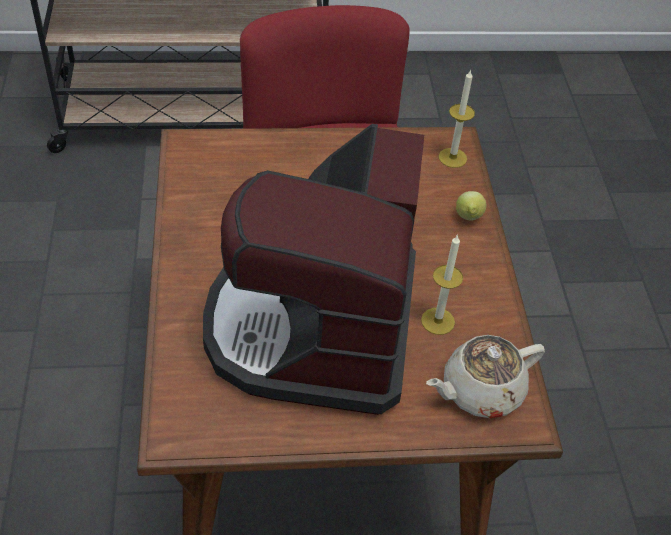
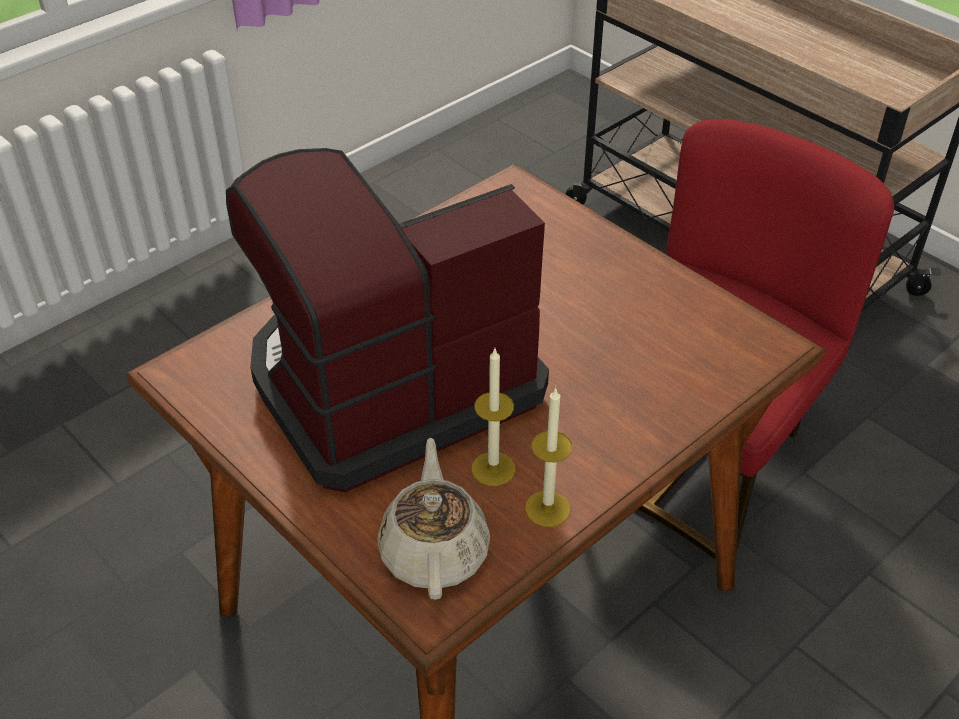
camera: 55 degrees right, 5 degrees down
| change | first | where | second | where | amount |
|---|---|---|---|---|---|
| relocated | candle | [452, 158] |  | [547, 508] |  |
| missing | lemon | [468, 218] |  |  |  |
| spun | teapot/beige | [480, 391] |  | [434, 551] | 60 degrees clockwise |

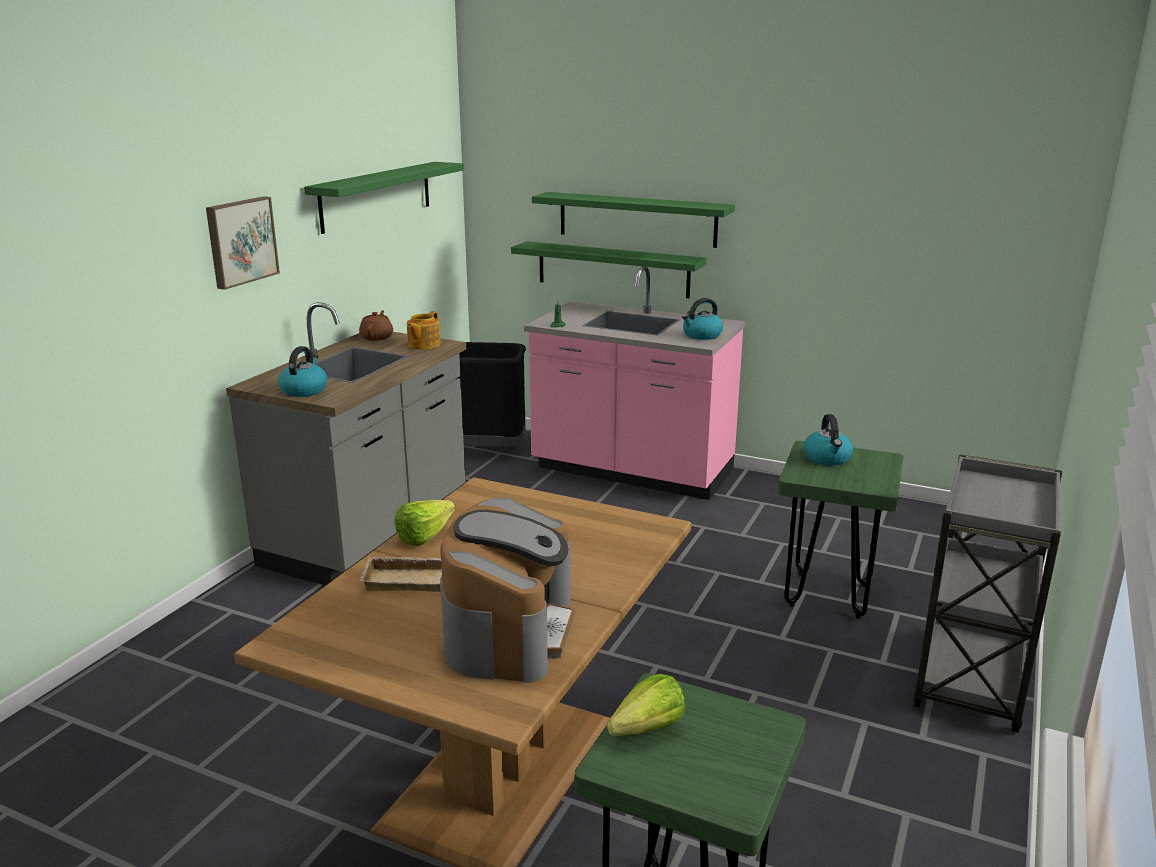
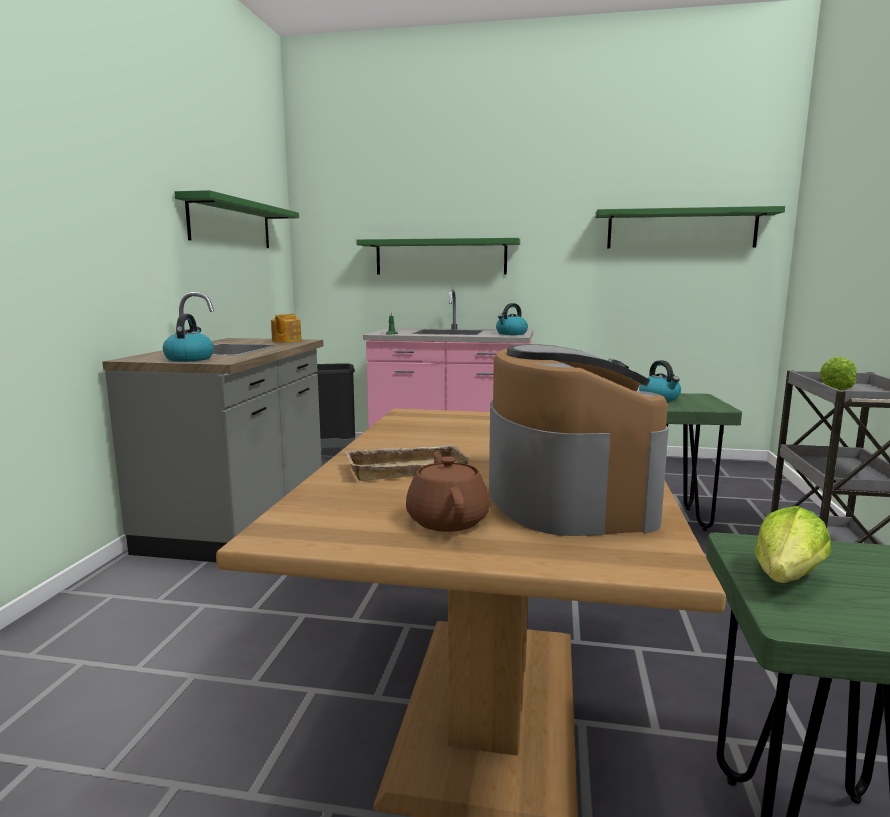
camera: 15 degrees left, 10 degrees down
| change | first | where | second | where | amount |
|---|---|---|---|---|---|
| missing | picture | [240, 241] |  |  |  |
| relocated | shelf/green | [612, 269] |  | [681, 229] |  |
| relocated | teapot/brown | [377, 337] |  | [447, 520] |  |
| relocated | lettuce | [430, 536] |  | [835, 387] |  |

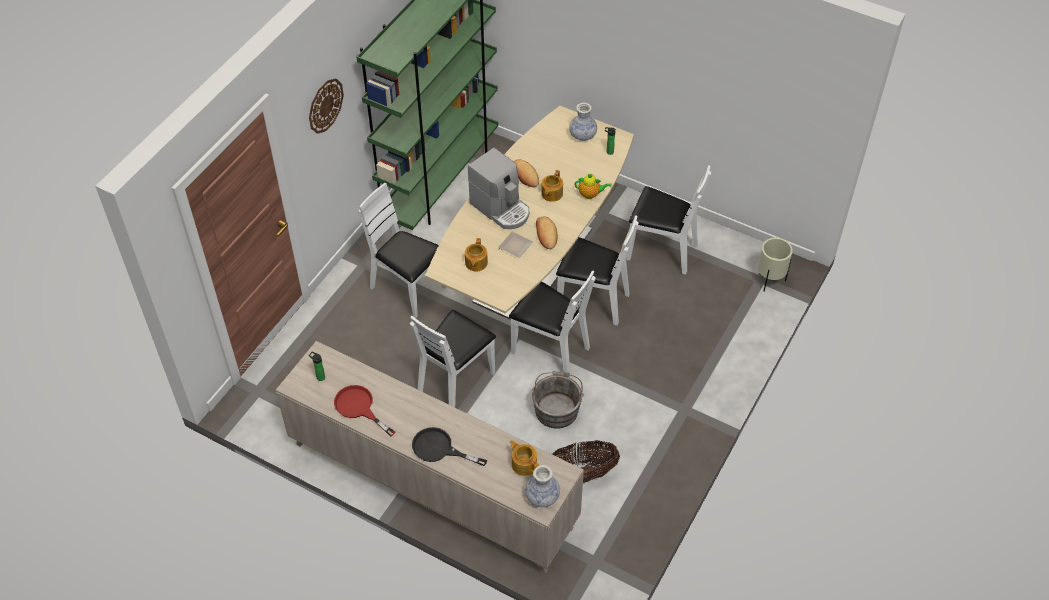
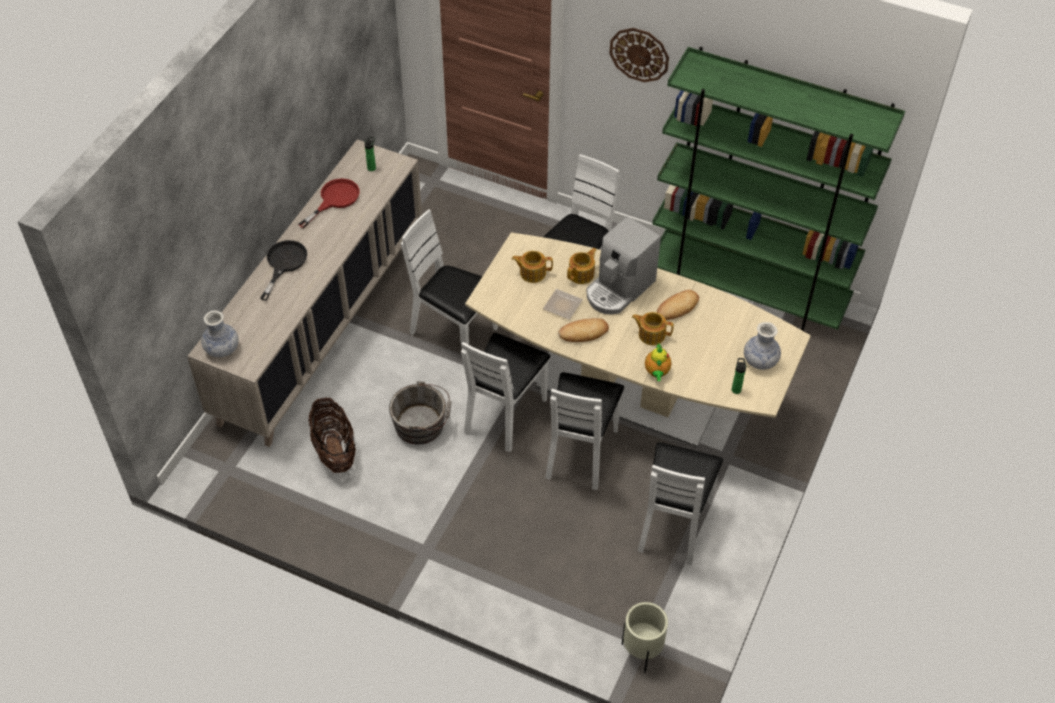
camera: 85 degrees right, 0 degrees up
| change | first | where | second | where | amount |
|---|---|---|---|---|---|
| relocated | teapot | [524, 464] |  | [582, 274] |  |

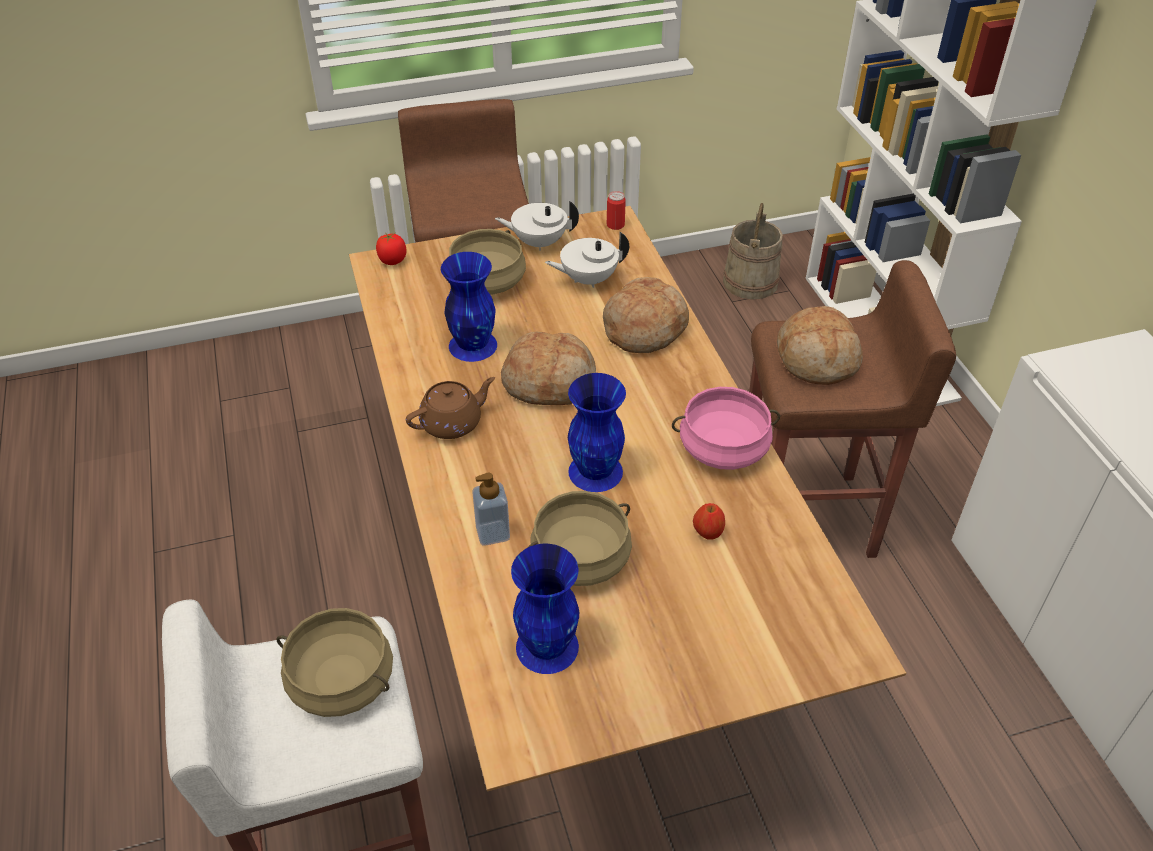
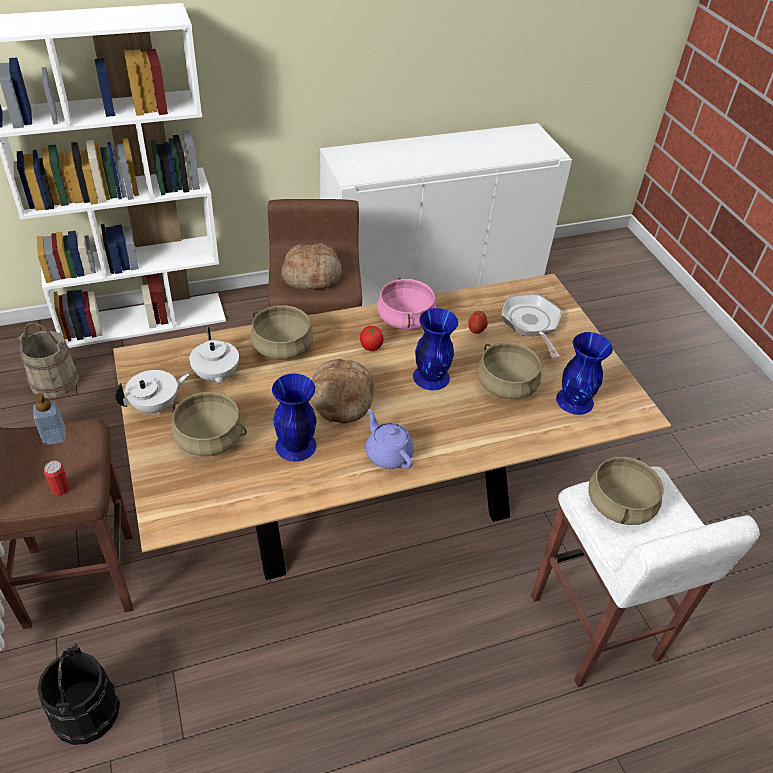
camera: 95 degrees left, 0 degrees up
| change | first | where | second | where | amount |
|---|---|---|---|---|---|
| relocated | can | [615, 225] |  | [60, 488] |  |
| spun | teapot/white | [539, 242] |  | [156, 406] | 120 degrees counterclockwise |
| relocated | tomato | [393, 261] |  | [370, 347] |  |
| exchanged | bread | [644, 328] | cooking pot/beige | [282, 347] |  |
| colour | teapot/brown | [452, 423] | teapot/purple | [388, 454] |  |
| relocated | soap dispenser | [493, 533] |  | [54, 436] |  |
| appeared |  |  | frying pan | [531, 324] |  |
| appeared |  |  | bucket/black | [85, 711] |  |

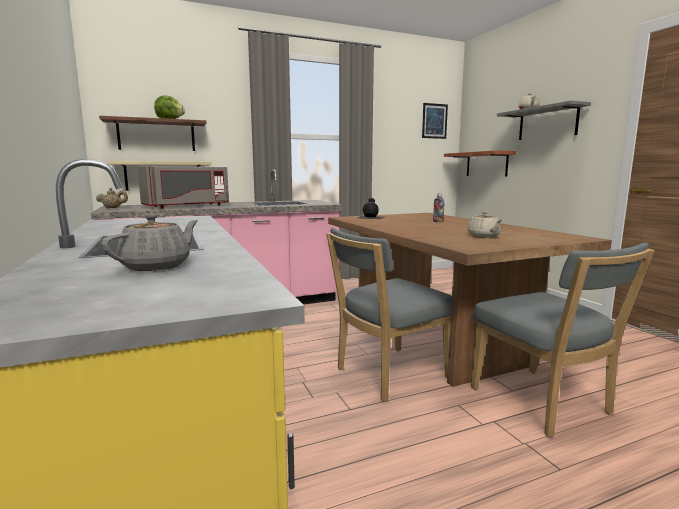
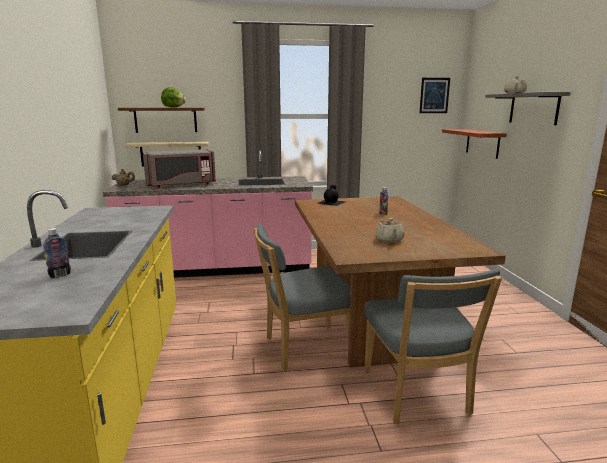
camera: 15 degrees right, 5 degrees up
| change | first | where | second | where | amount |
|---|---|---|---|---|---|
| exchanged | teapot/grey | [157, 266] | bottle | [60, 275] |  |

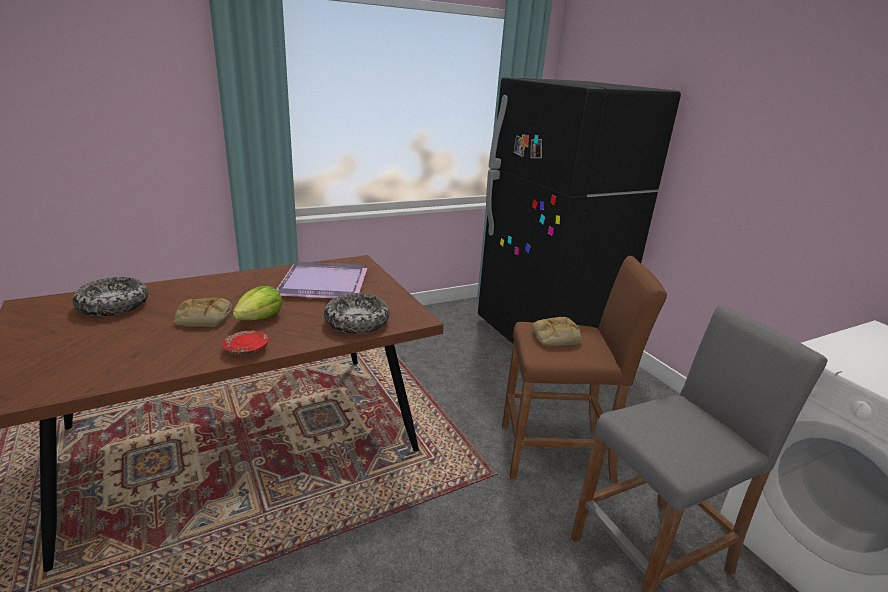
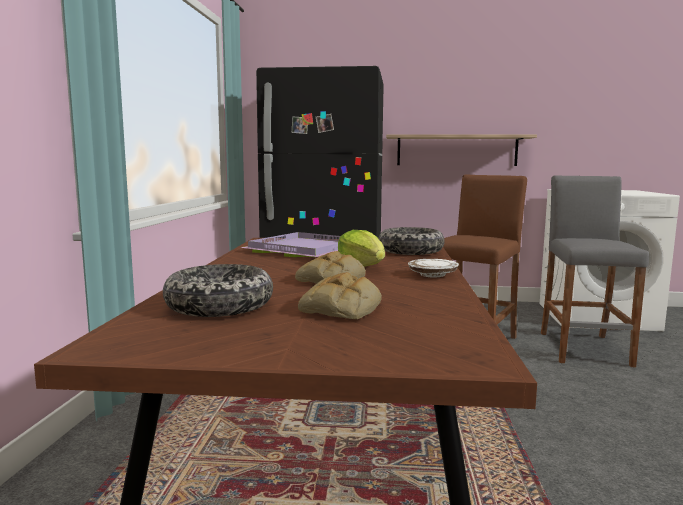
camera: 55 degrees left, 15 degrees down
| change | first | where | second | where | amount |
|---|---|---|---|---|---|
| relocated | bread | [555, 337] |  | [342, 309] |  |
| colour | plate/red | [246, 349] | plate/white | [432, 275] |  |
| appeared |  |  | shelf | [456, 150] |  |

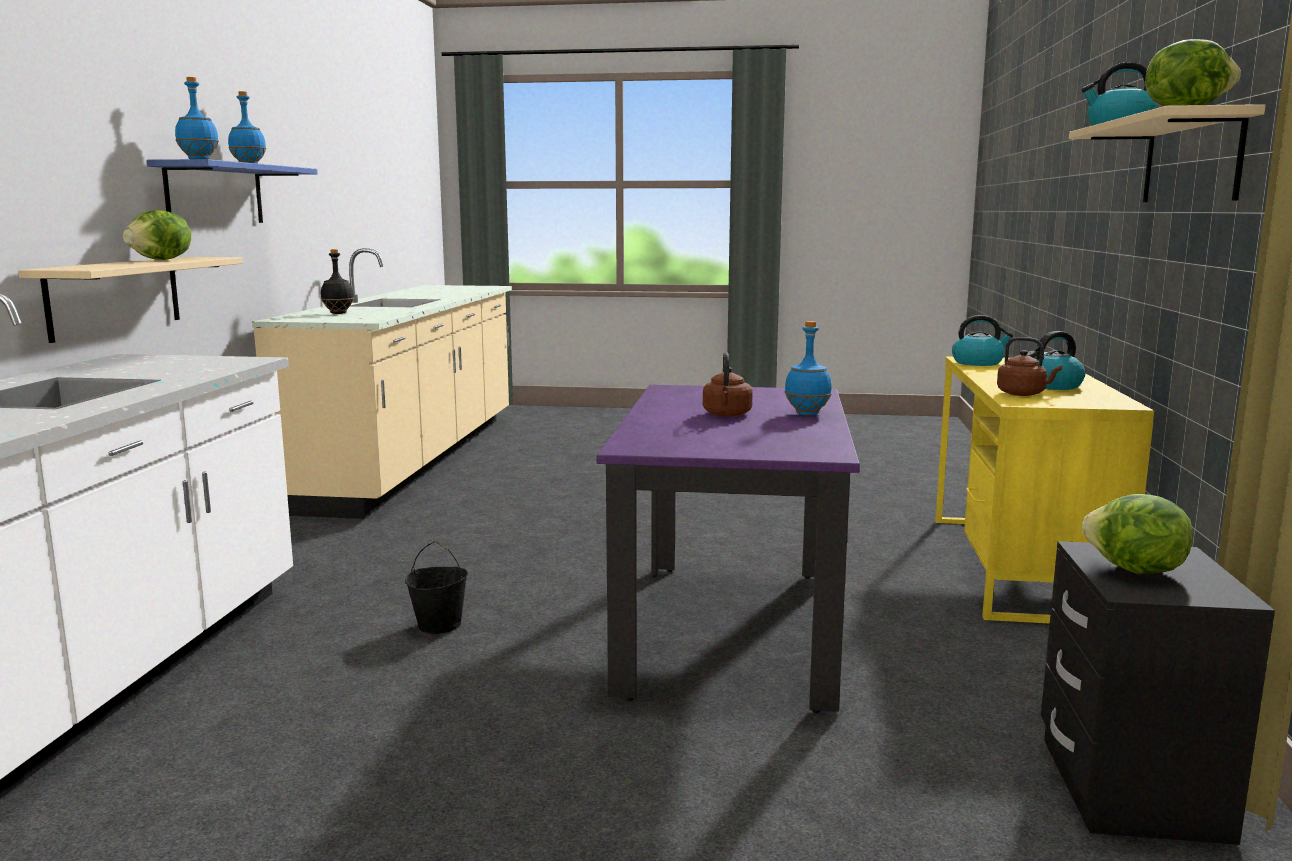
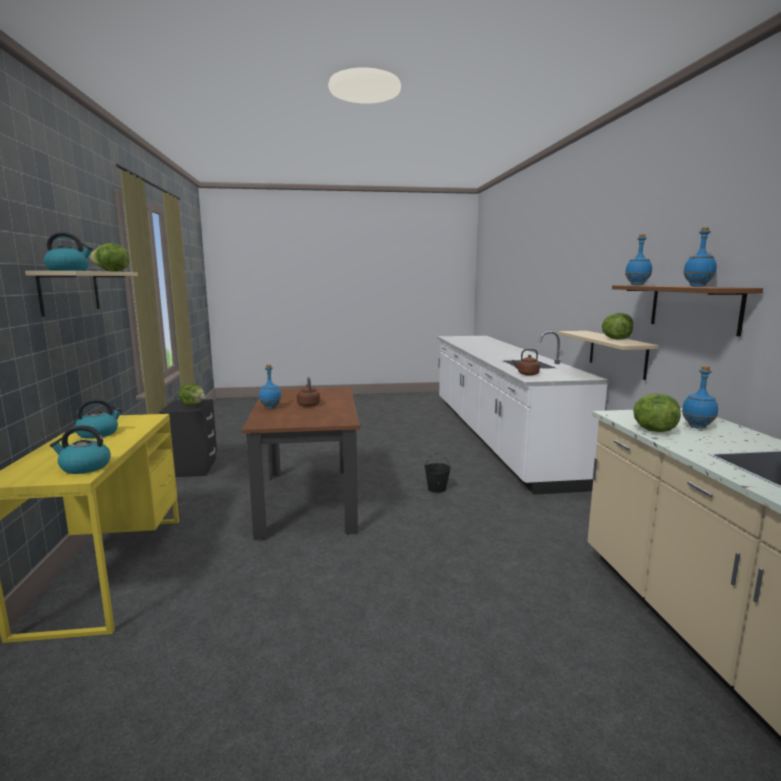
camera: 165 degrees right, 0 degrees up
| change | first | where | second | where | amount |
|---|---|---|---|---|---|
| colour | shelf/blue | [215, 194] | shelf/brown | [694, 308] |  |
| colour | bottle/black | [338, 313] | bottle/blue | [696, 427] |  |
| relocated | kettle/brown | [1023, 394] |  | [527, 374] |  |
| colour | dining table/purple | [731, 630] | dining table/brown | [308, 501] |  |
| appeared |  |  | lettuce | [652, 430] |  |

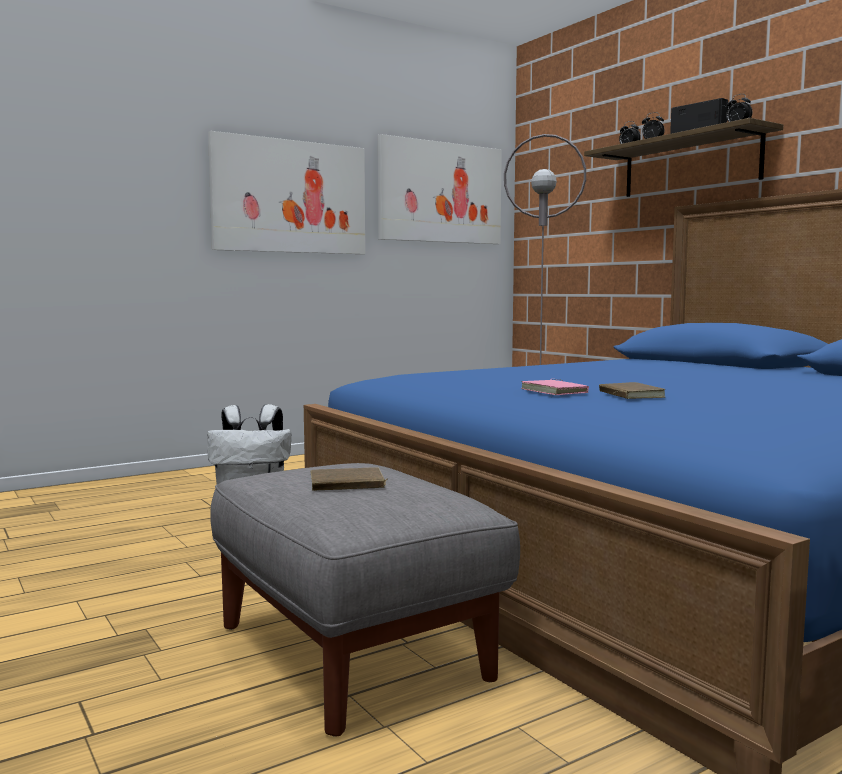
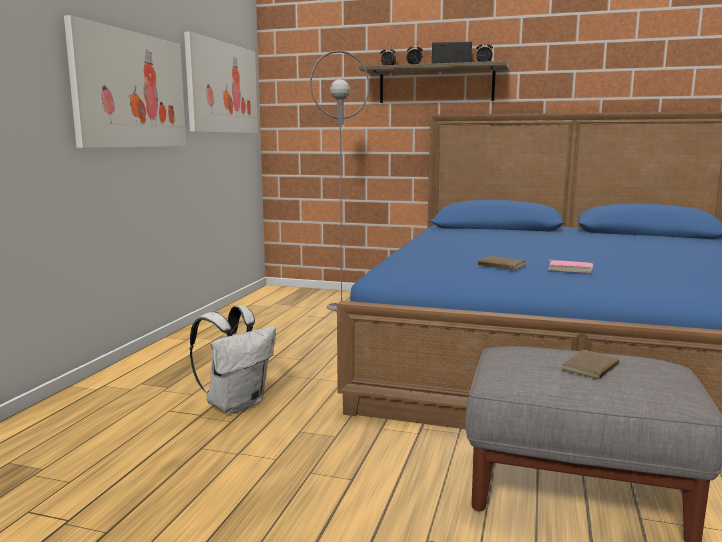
camera: 40 degrees left, 5 degrees up
| change | first | where | second | where | amount |
|---|---|---|---|---|---|
| relocated | book/brown | [628, 395] |  | [500, 266] |  |

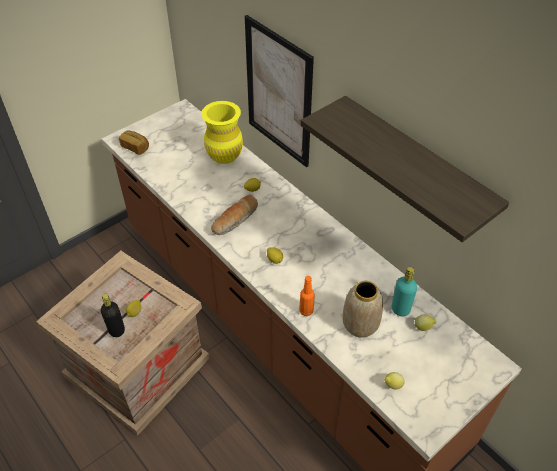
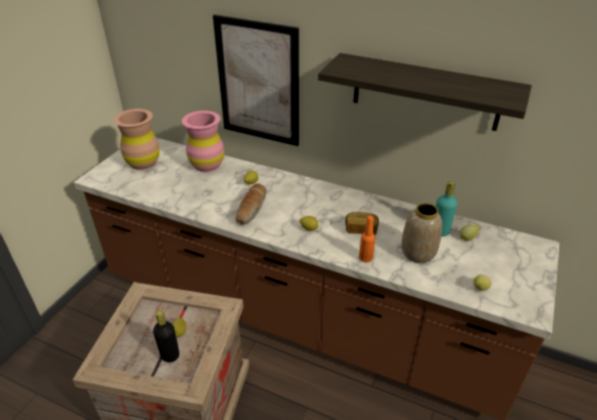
camera: 25 degrees left, 10 degrees down
| change | first | where | second | where | amount |
|---|---|---|---|---|---|
| colour | vase/yellow | [224, 154] | vase/pink | [207, 164] |  |
| relocated | bread | [135, 147] |  | [361, 229] |  |
| appeared |  |  | vase/brown | [143, 162] |  |

